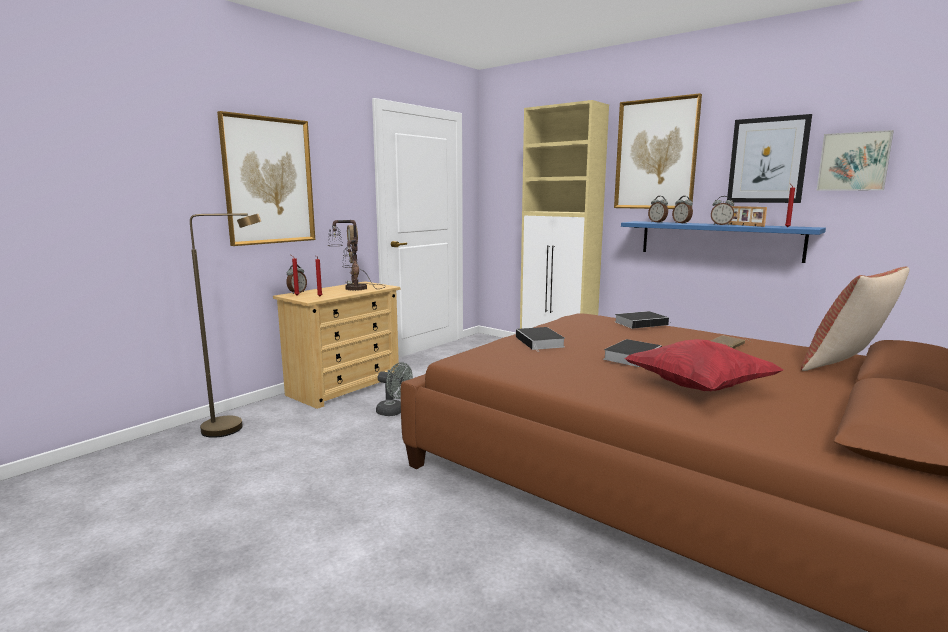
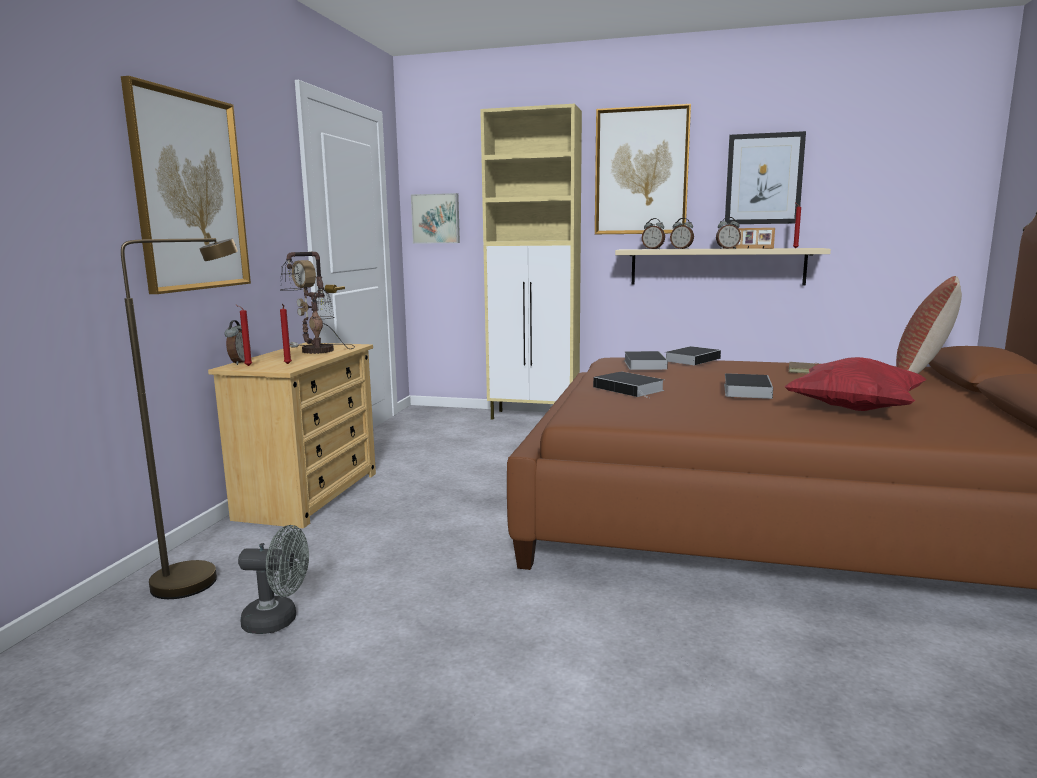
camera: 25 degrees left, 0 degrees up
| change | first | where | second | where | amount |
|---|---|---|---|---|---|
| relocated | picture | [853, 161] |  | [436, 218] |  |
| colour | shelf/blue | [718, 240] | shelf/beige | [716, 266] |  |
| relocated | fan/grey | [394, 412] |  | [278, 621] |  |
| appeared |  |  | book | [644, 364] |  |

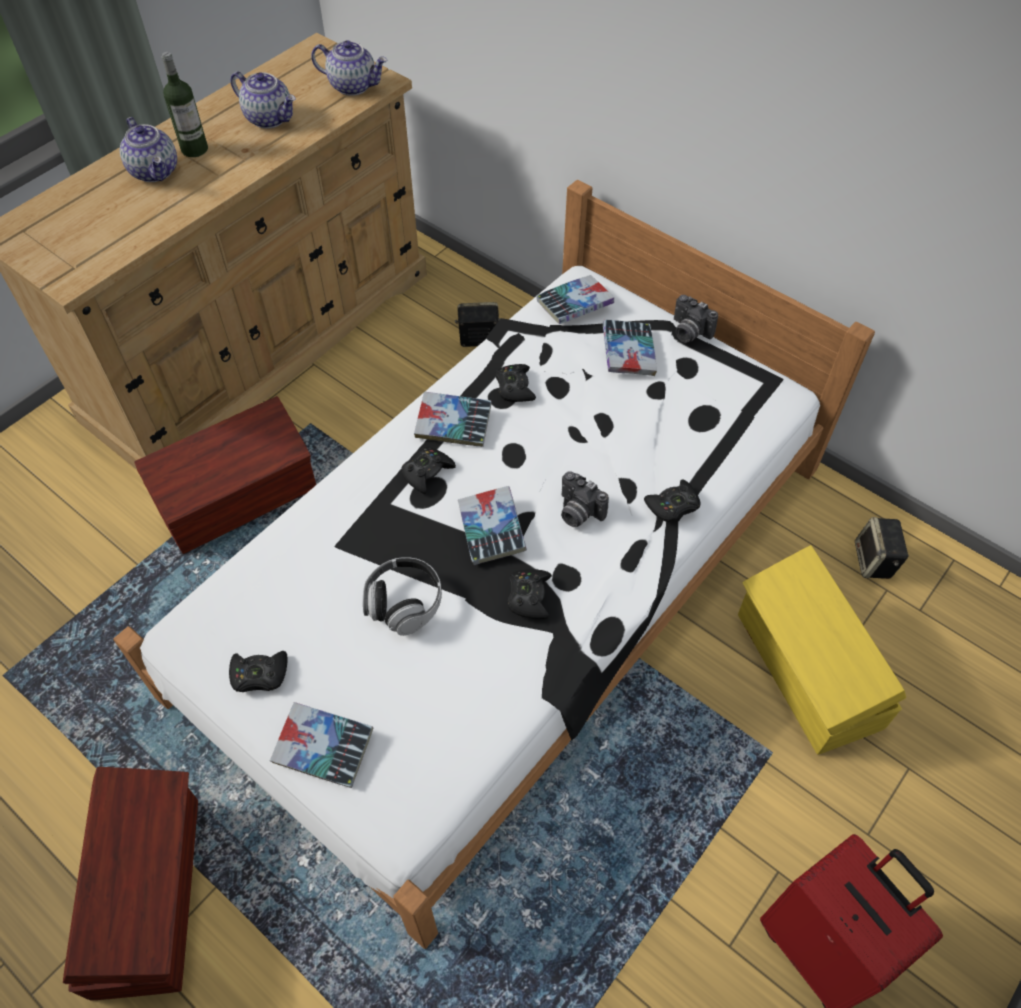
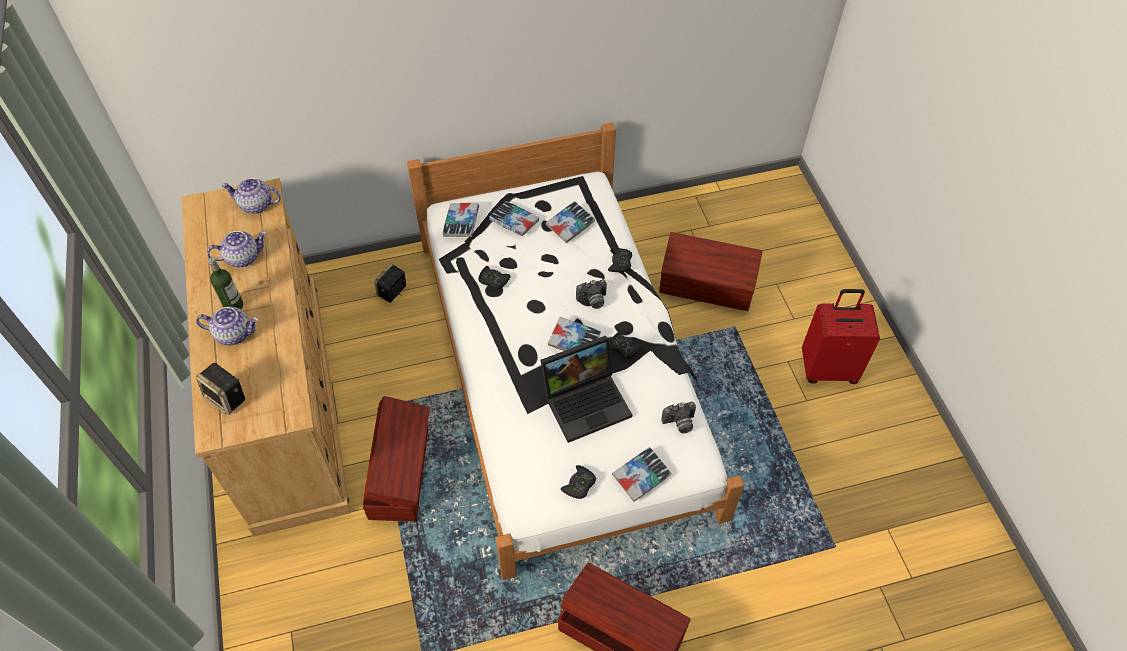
camera: 55 degrees left, 0 degrees up
| change | first | where | second | where | amount |
|---|---|---|---|---|---|
| spun | teapot | [353, 86] |  | [256, 205] | 135 degrees counterclockwise |
| relocated | photo camera | [688, 332] |  | [679, 424] |  |
| relocated | book | [453, 424] |  | [570, 225] |  |
| missing | game controller/black | [427, 473] |  |  |  |
| relocated | speaker | [874, 561] |  | [227, 398] |  |
| colour | storage box/yellow | [806, 672] | storage box/brown | [707, 287] |  |
| exchanged | headphones | [404, 603] | laptop | [587, 401] |  |

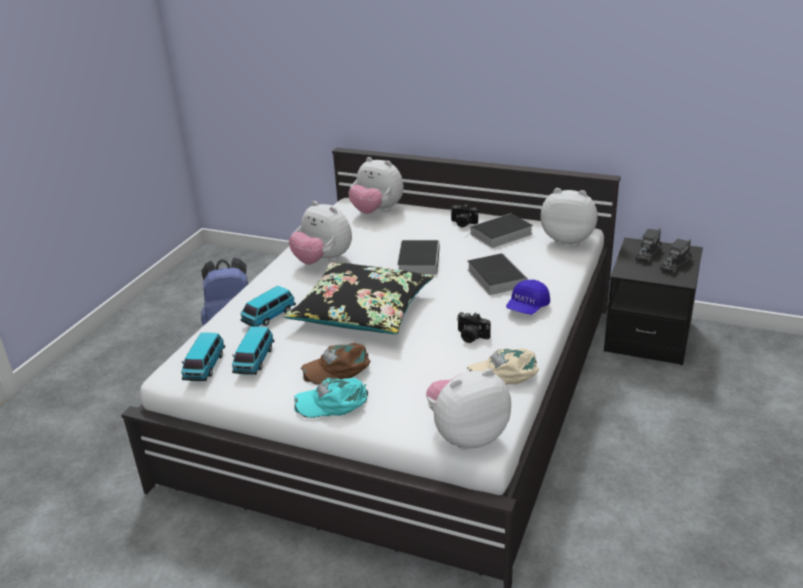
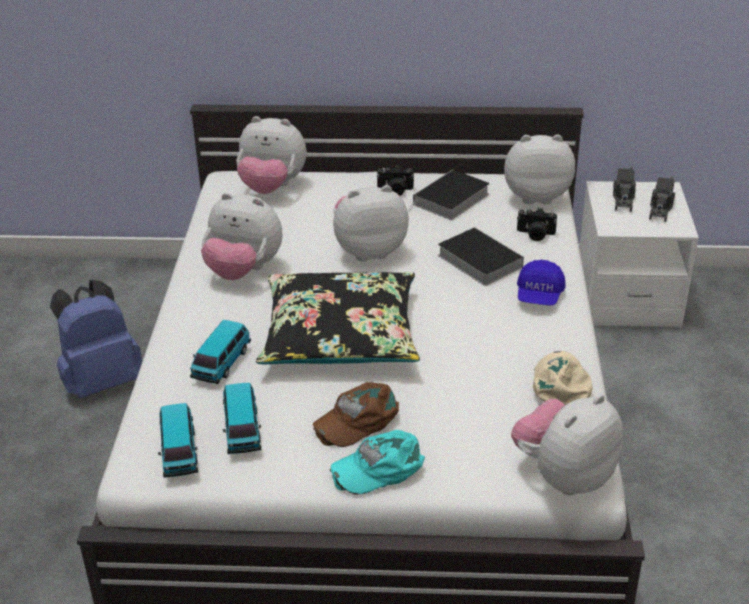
camera: 20 degrees left, 5 degrees up
| change | first | where | second | where | amount |
|---|---|---|---|---|---|
| colour | nightstand/black | [648, 336] | nightstand/white | [627, 298] |  |
| exchanged | book | [418, 260] | plush toy | [369, 251] |  |
| relocated | photo camera | [471, 336] |  | [535, 235] |  |
| spun | cap/beige | [504, 372] |  | [561, 386] | 120 degrees clockwise |

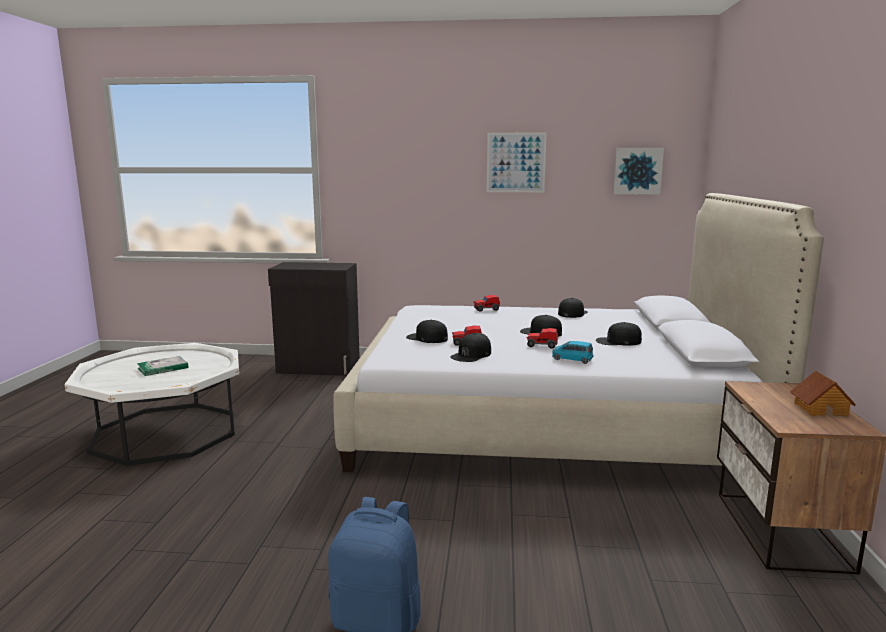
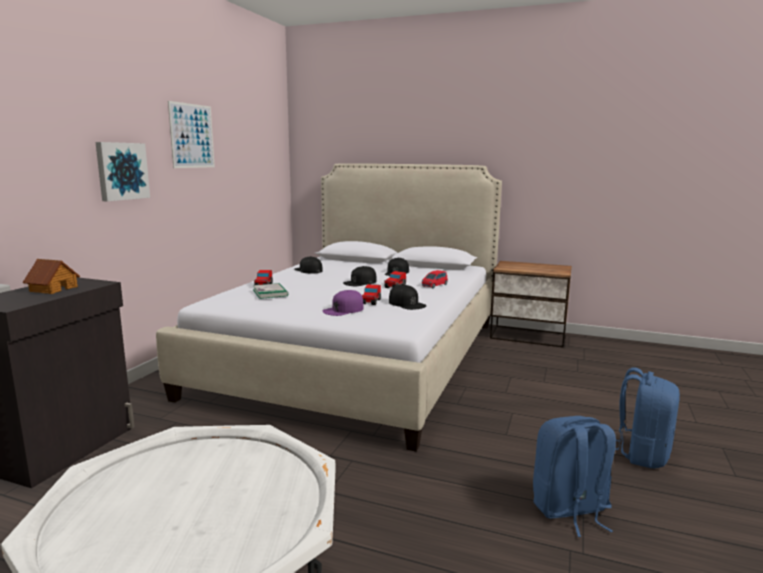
camera: 75 degrees left, 0 degrees up
| change | first | where | second | where | amount |
|---|---|---|---|---|---|
| relocated | picture | [637, 171] |  | [121, 171] |  |
| colour | cap/black | [427, 338] | cap/purple | [343, 310] |  |
| colour | toy car/blue | [572, 359] | toy car/red | [434, 285] |  |
| relocated | book | [163, 368] |  | [270, 293] |  |
| relocated | toy house | [820, 409] |  | [53, 289] |  |
| appeared |  |  | backpack/blue | [570, 510] |  |

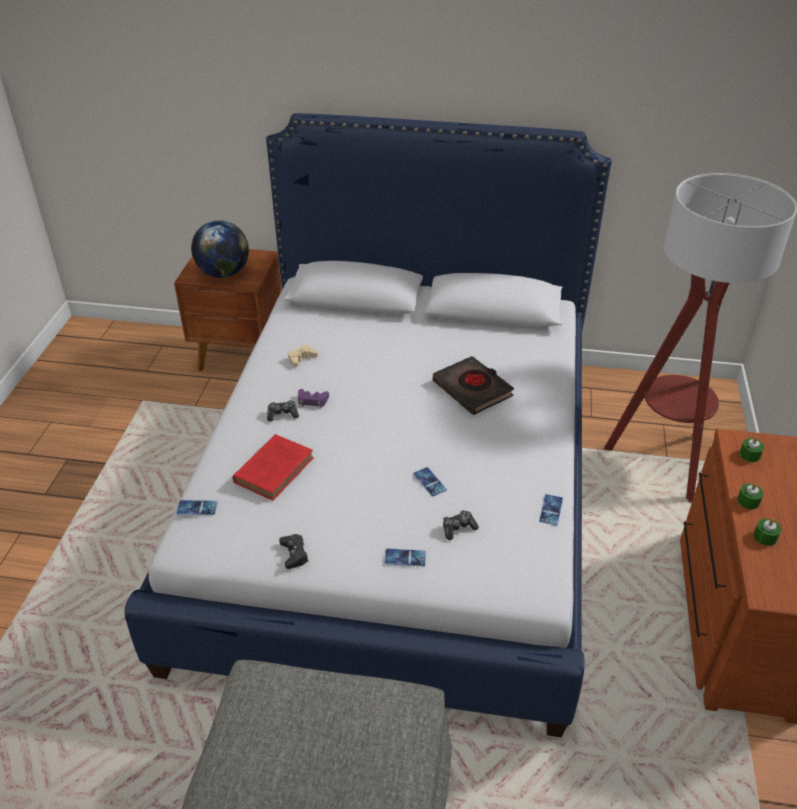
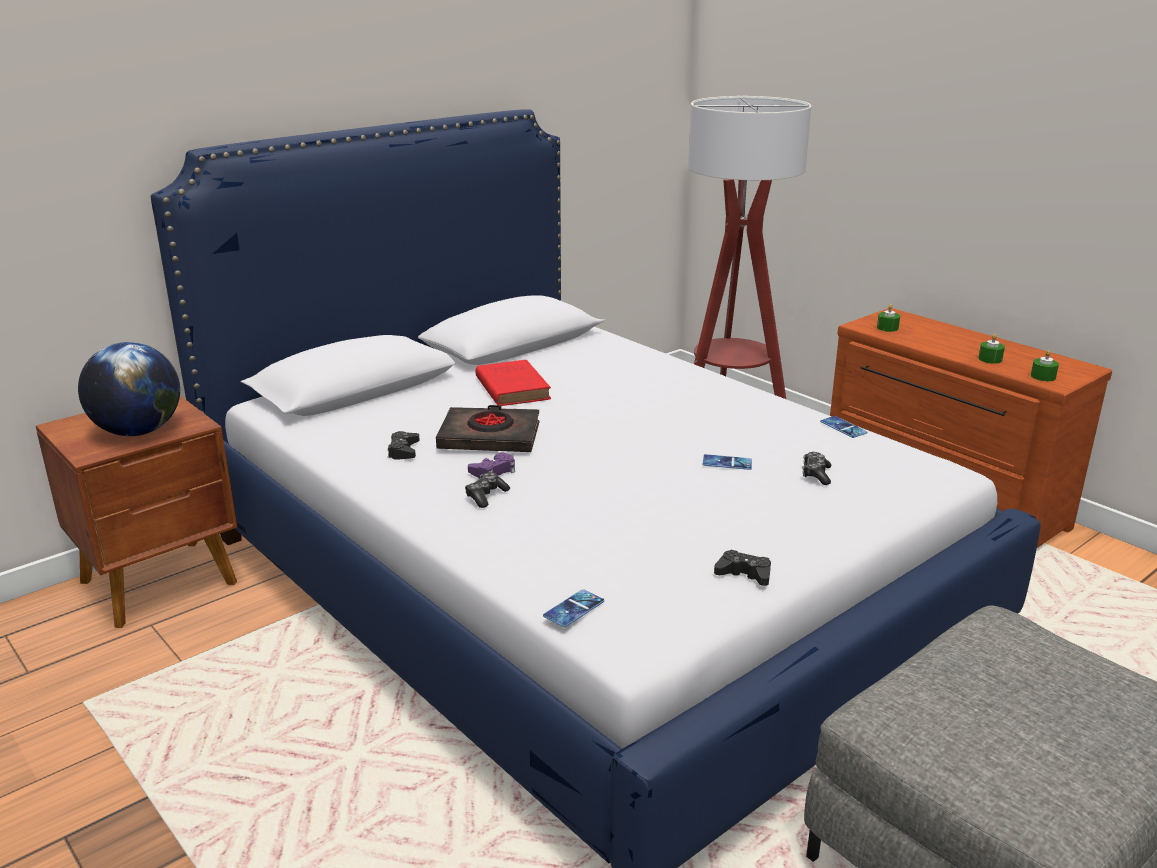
camera: 50 degrees left, 15 degrees down
| change | first | where | second | where | amount |
|---|---|---|---|---|---|
| colour | game controller/beige | [301, 358] | game controller/black | [403, 451] |  |
| relocated | book/black | [472, 389] |  | [490, 437] |  |
| relocated | book/red | [275, 469] |  | [511, 387] |  |
| relocated | candle/green | [748, 501] |  | [1043, 376] |  |
| missing | phone | [405, 557] |  |  |  |

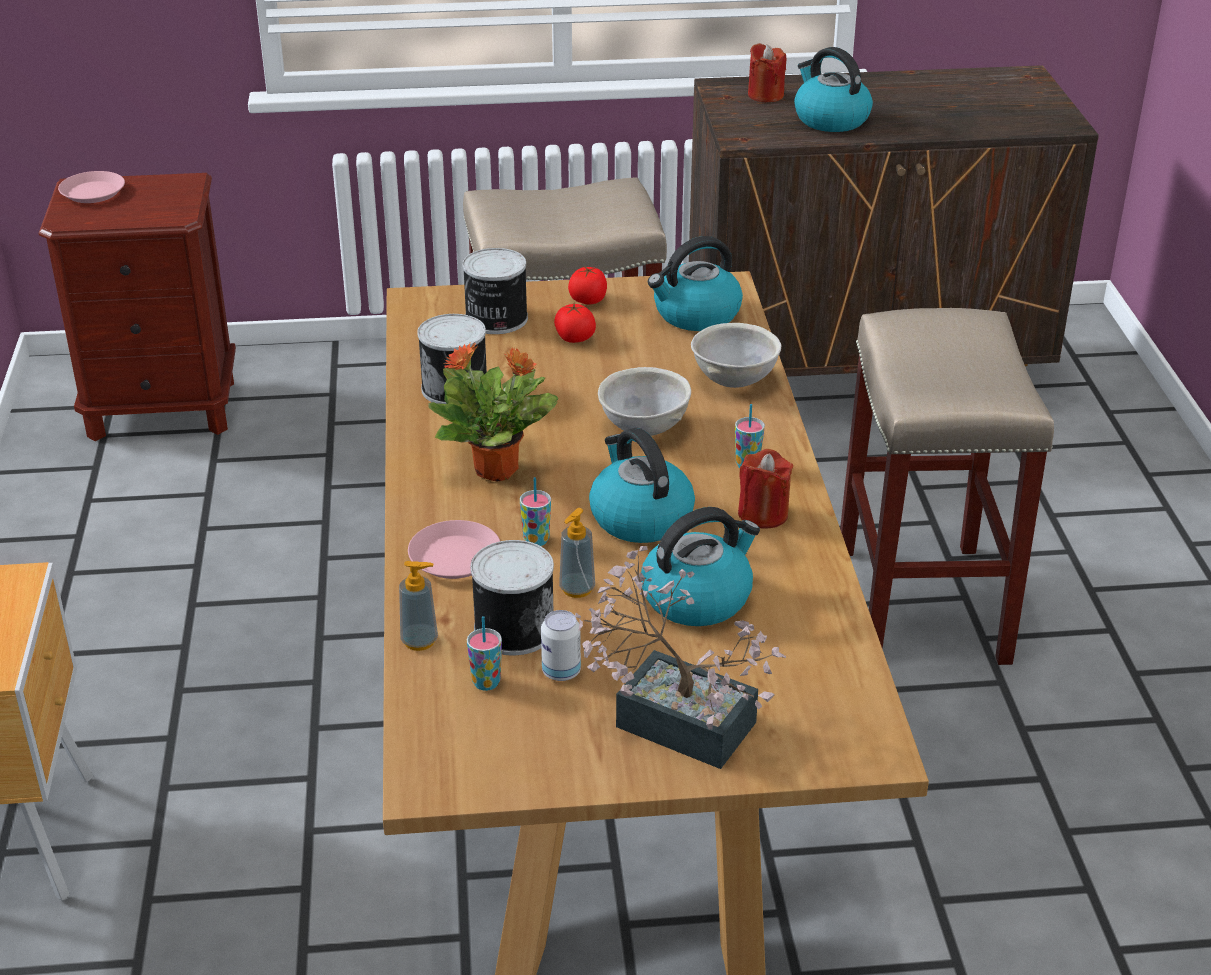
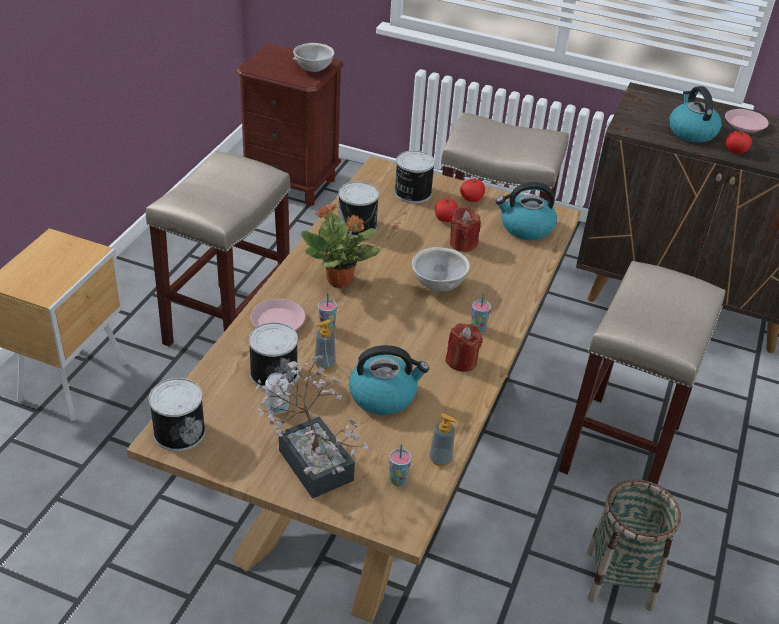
camera: 25 degrees right, 5 degrees up
| change | first | where | second | where | amount |
|---|---|---|---|---|---|
| relocated | candle/red | [765, 95] |  | [463, 243] |  |
| relocated | plate/pink | [93, 192] |  | [745, 124] |  |
| relocated | bowl/grey | [732, 381] |  | [313, 69] |  |
| missing | kettle | [639, 517] |  |  |  |
| relocated | soap dispenser | [419, 641] |  | [440, 459] |  |
| relocated | cup | [486, 683] |  | [398, 480] |  |
| appeared |  |  | tomato | [735, 151] |  |
| appeared |  |  | stool/beige | [228, 324] |  |
| appeared |  |  | can | [179, 431] |  |
| appeared |  |  | basket | [619, 579] |  |

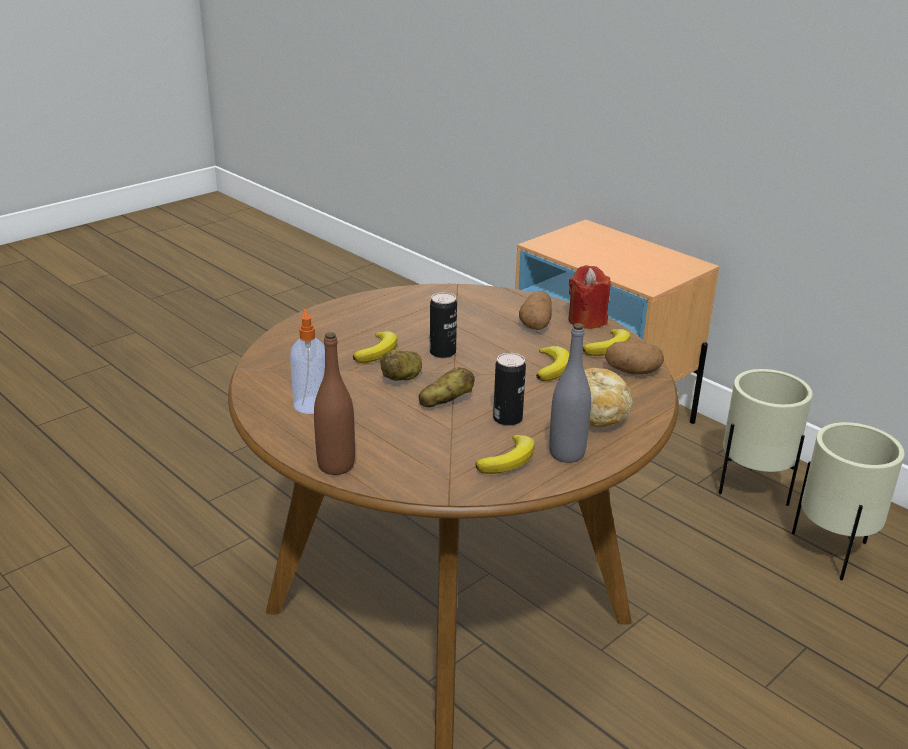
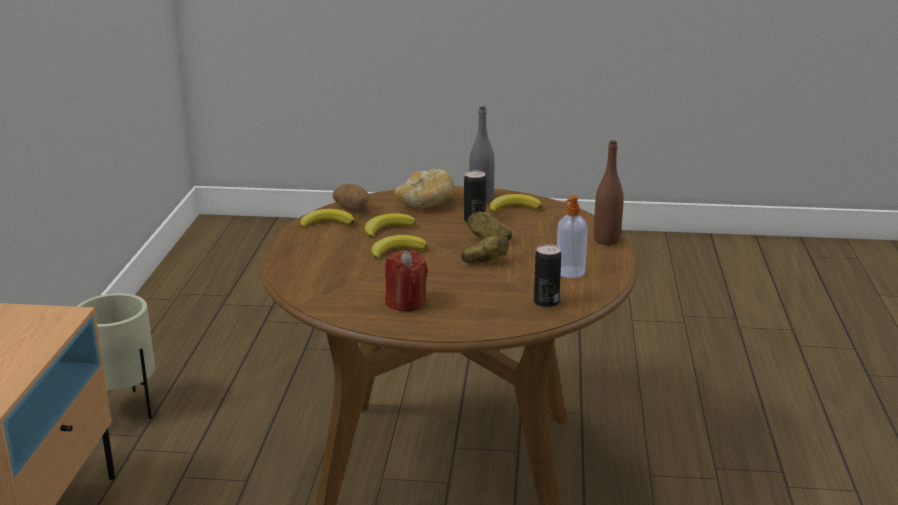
camera: 130 degrees left, 5 degrees down
| change | first | where | second | where | amount |
|---|---|---|---|---|---|
| relocated | candle/red | [587, 320] |  | [406, 302] |  |
| missing | potato | [536, 324] |  |  |  |
| relocated | can | [442, 352] |  | [546, 302] |  |
| relocated | banana | [378, 351] |  | [397, 251] |  |
| missing | planter/beige | [832, 552] |  |  |  |

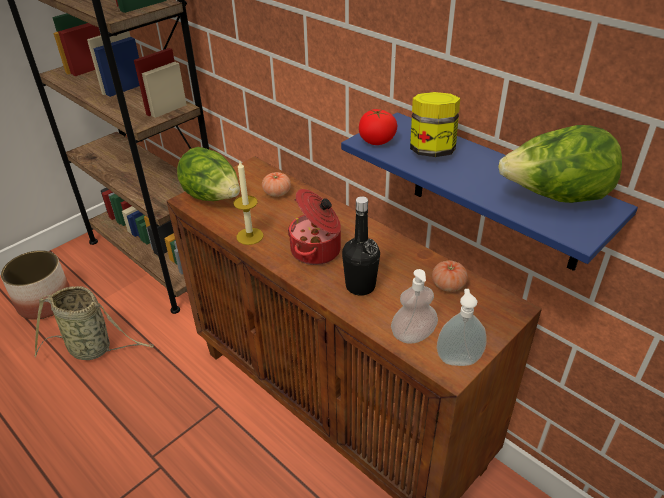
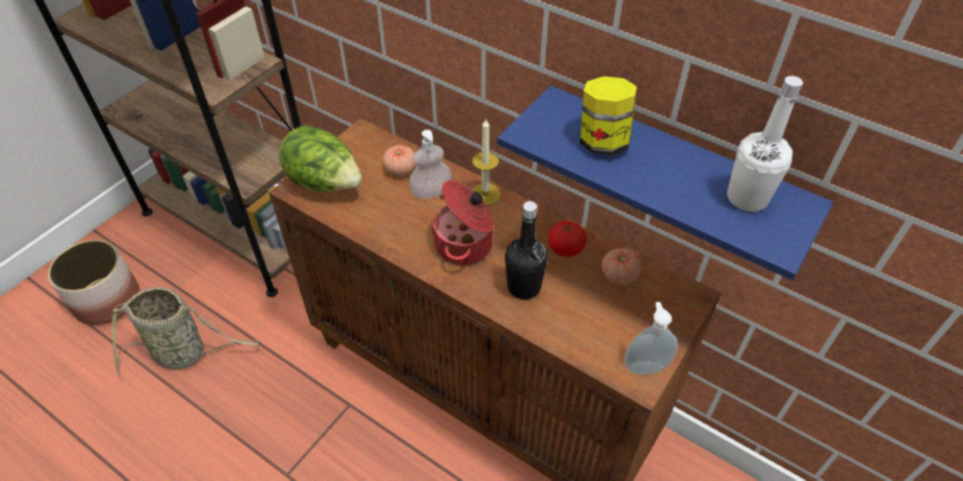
camera: 10 degrees left, 10 degrees up
| change | first | where | second | where | amount |
|---|---|---|---|---|---|
| relocated | tomato | [377, 141] |  | [565, 249] |  |
| exchanged | lettuce | [554, 198] | bottle/white | [747, 198] |  |
| relocated | candle | [250, 236] |  | [485, 194] |  |
| relocated | soap dispenser | [413, 335] |  | [431, 191] |  |

